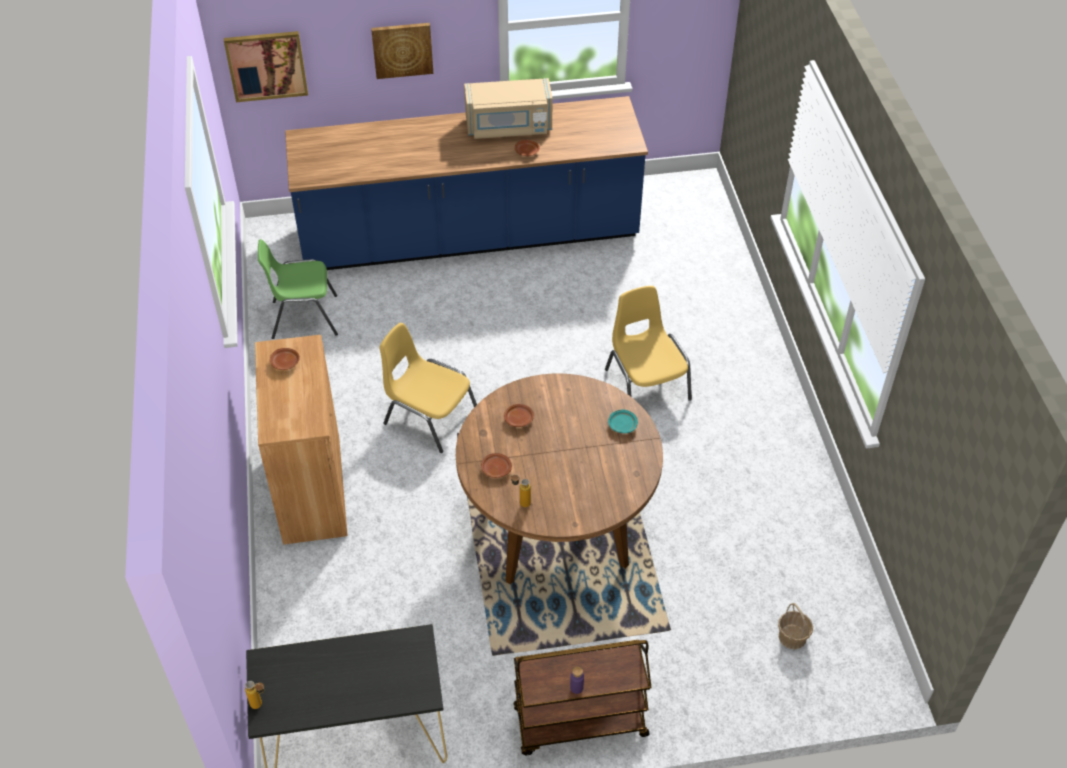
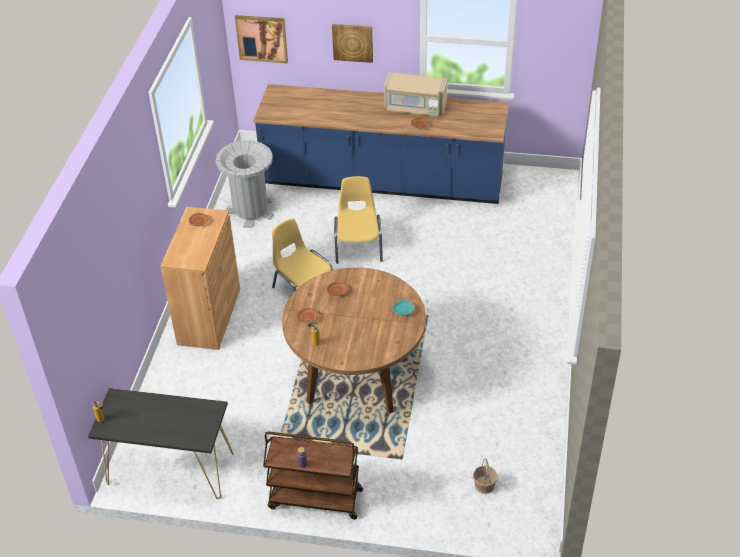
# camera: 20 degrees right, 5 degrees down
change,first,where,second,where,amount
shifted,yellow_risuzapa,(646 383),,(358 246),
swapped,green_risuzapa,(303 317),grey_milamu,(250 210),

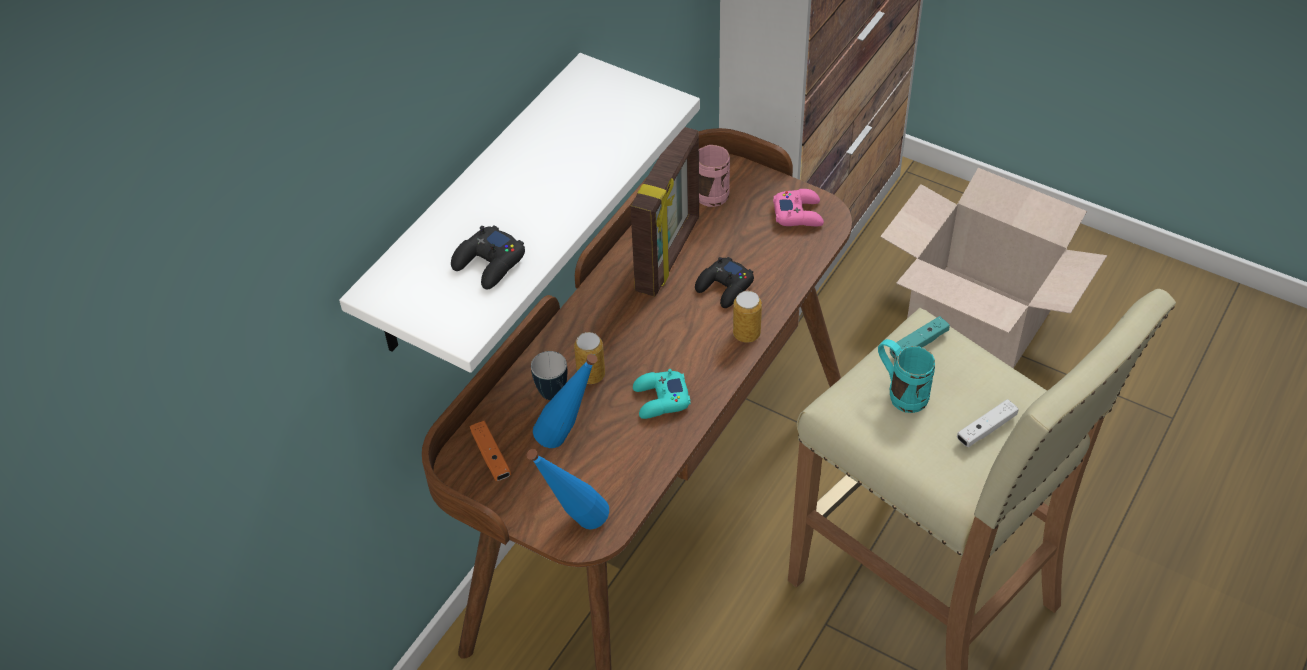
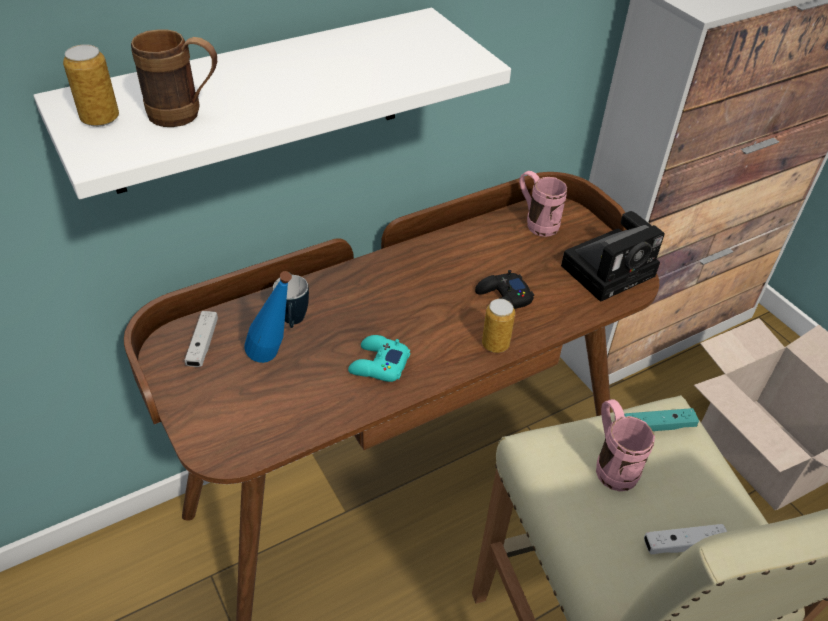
# camera: 25 degrees right, 5 degrees down
change,first,where,second,where,amount
gone,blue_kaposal,(574 525),,,
gone,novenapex,(669 255),,,
shifted,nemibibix,(591 375),,(100 119),
swapped,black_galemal,(489 263),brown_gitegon,(186 116),
swapped,pink_galemal,(798 213),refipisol,(610 269),
repainted,orange_galemal,(491 456),white_galemal,(203 344),
repainted,turquoise_gitegon,(900 392),pink_gitegon,(611 464),

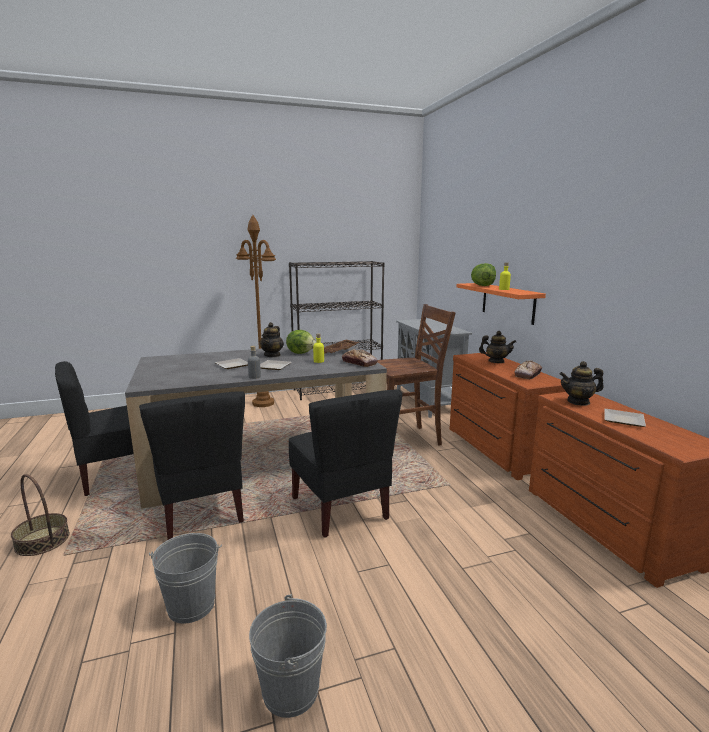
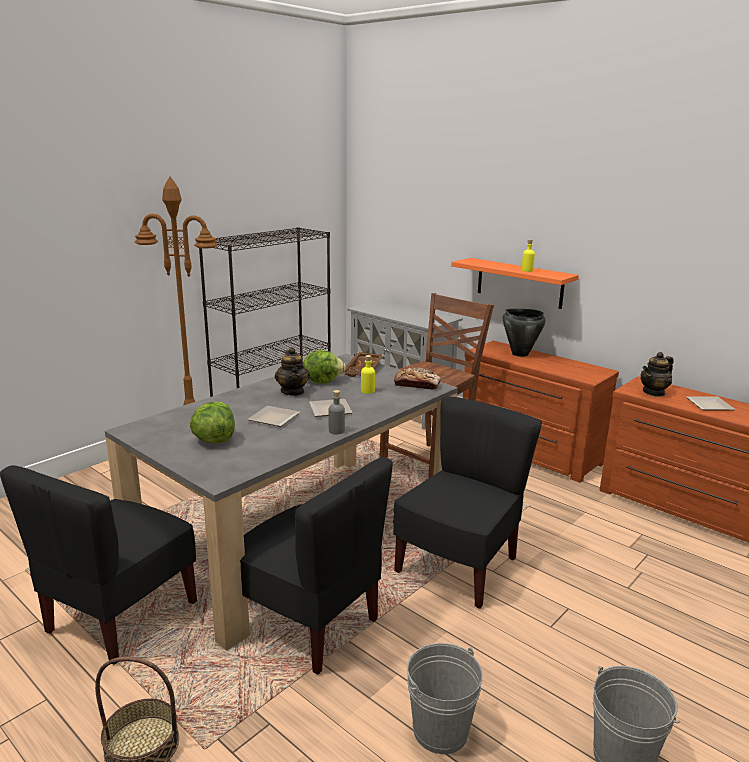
# camera: 30 degrees left, 5 degrees up
change,first,where,second,where,amount
gone,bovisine,(528 374),,,
shifted,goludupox,(482 286),,(214 440),
swapped,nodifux,(496 362),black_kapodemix,(519 354),
rotated,black_risuzapa,(341 508),,(459 566),90 degrees counterclockwise

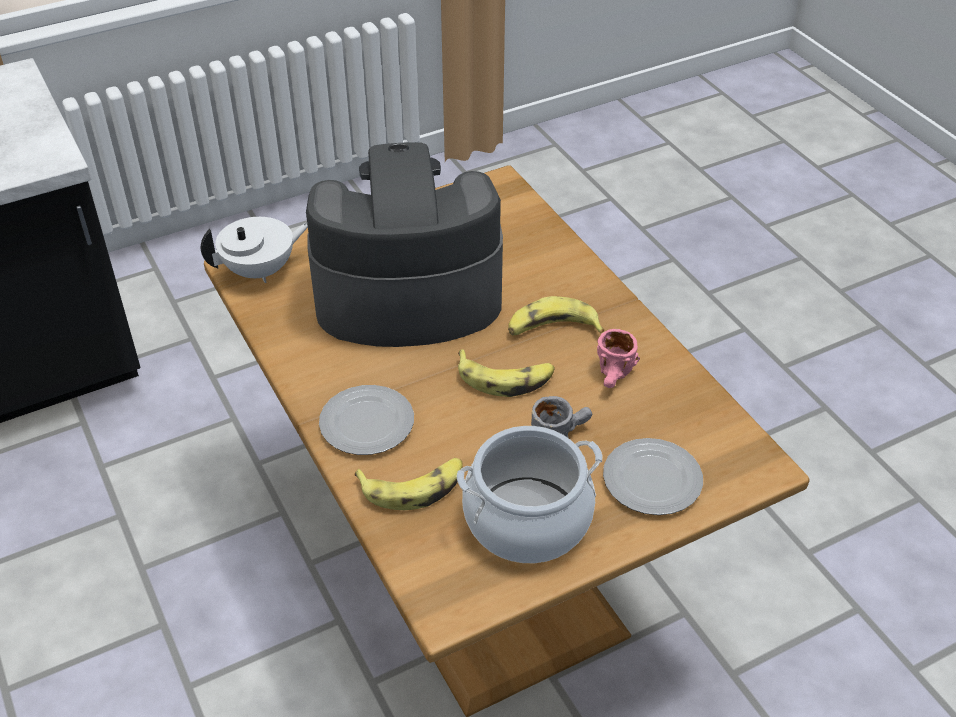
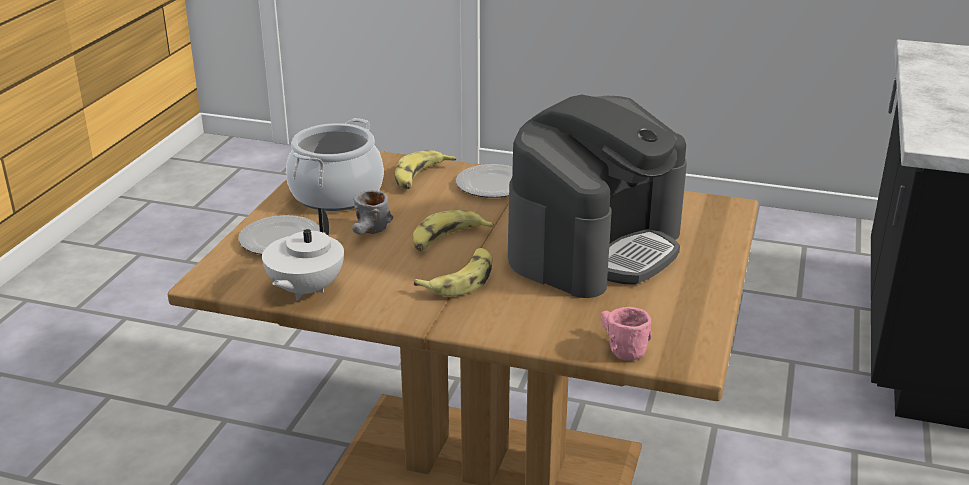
# camera: 135 degrees right, 15 degrees down
change,first,where,second,where,amount
shifted,white_nodifux,(261 271),,(304 290),
shifted,pink_gitegon,(615 378),,(618 347),

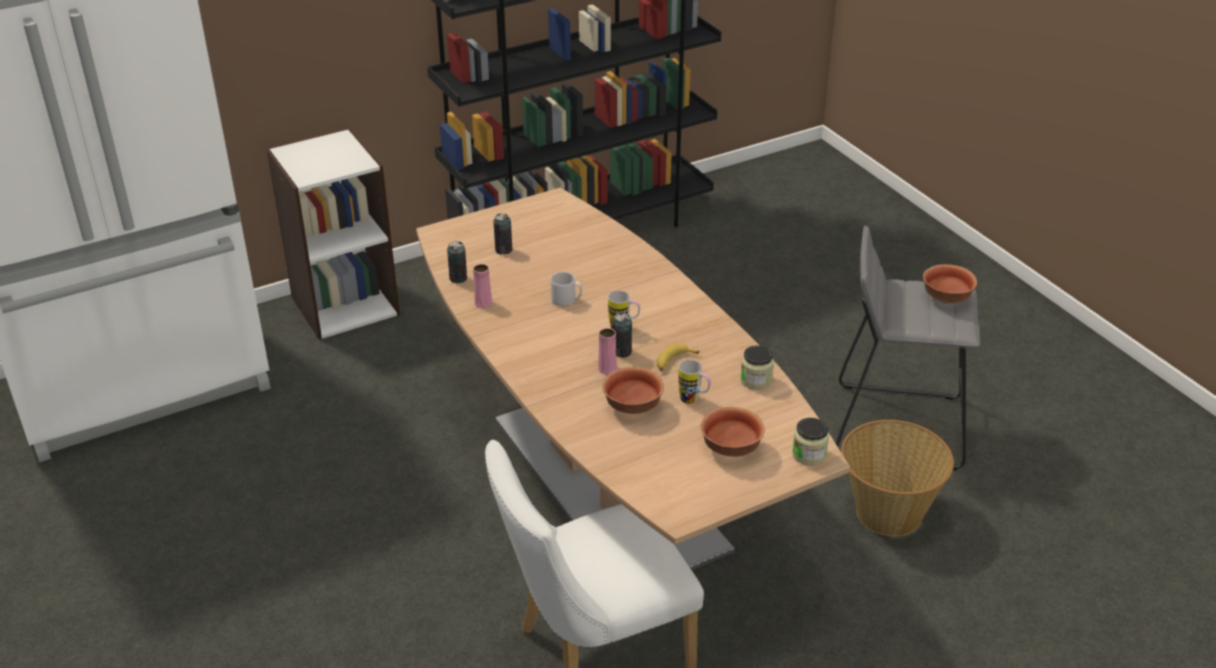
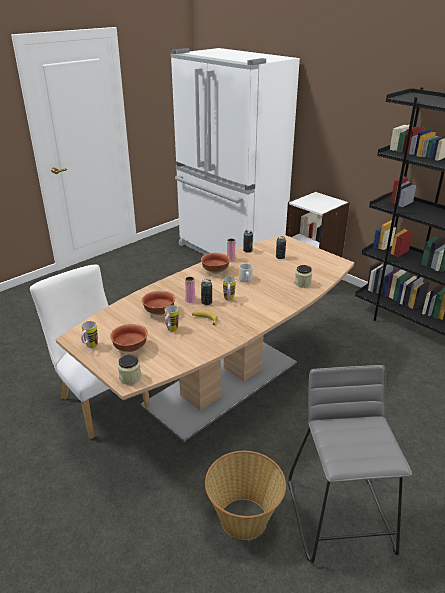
# camera: 75 degrees right, 5 degrees down
change,first,where,second,where,amount
new,,,gitegon,(90 347),
shifted,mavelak,(756 380),,(302 283),
shifted,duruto,(945 299),,(215 271),

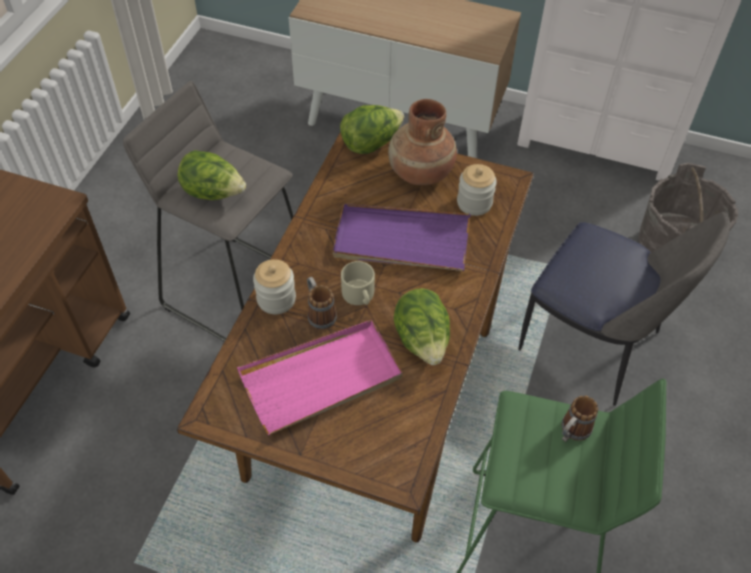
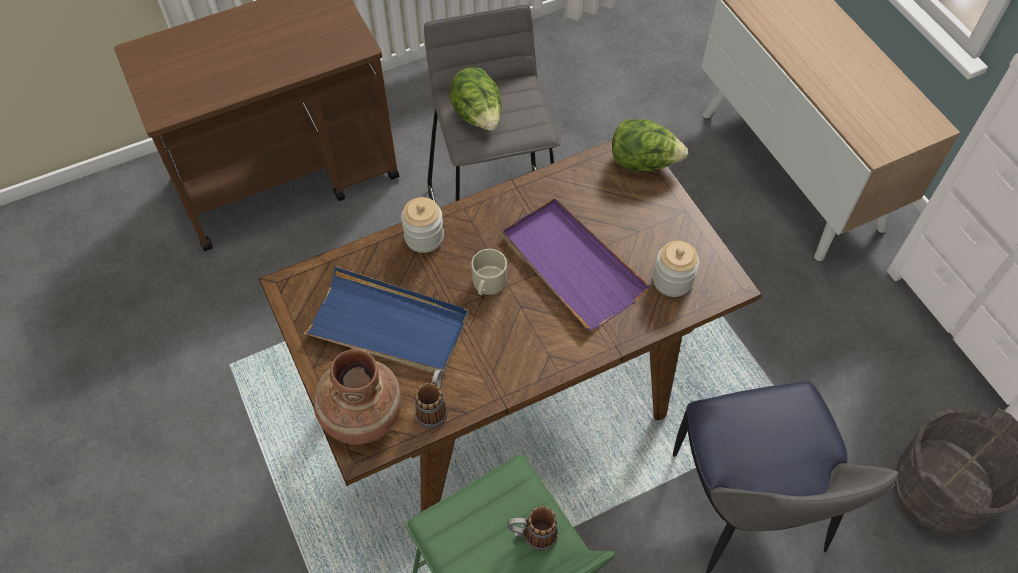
# camera: 45 degrees right, 5 degrees up
change,first,where,second,where,amount
gone,goludupox,(422 340),,,
shifted,gitegon,(319 313),,(434 407),
shifted,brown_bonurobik,(420 173),,(361 416),
repainted,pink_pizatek,(322 379),blue_pizatek,(388 325),

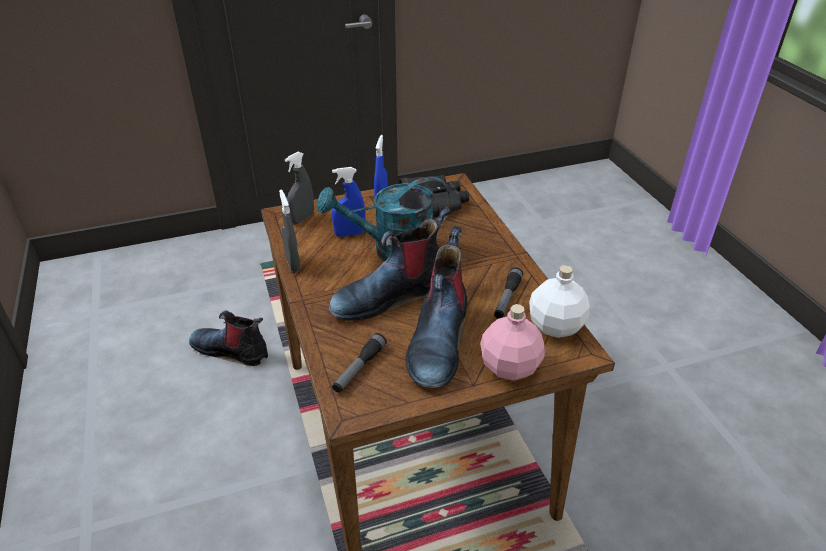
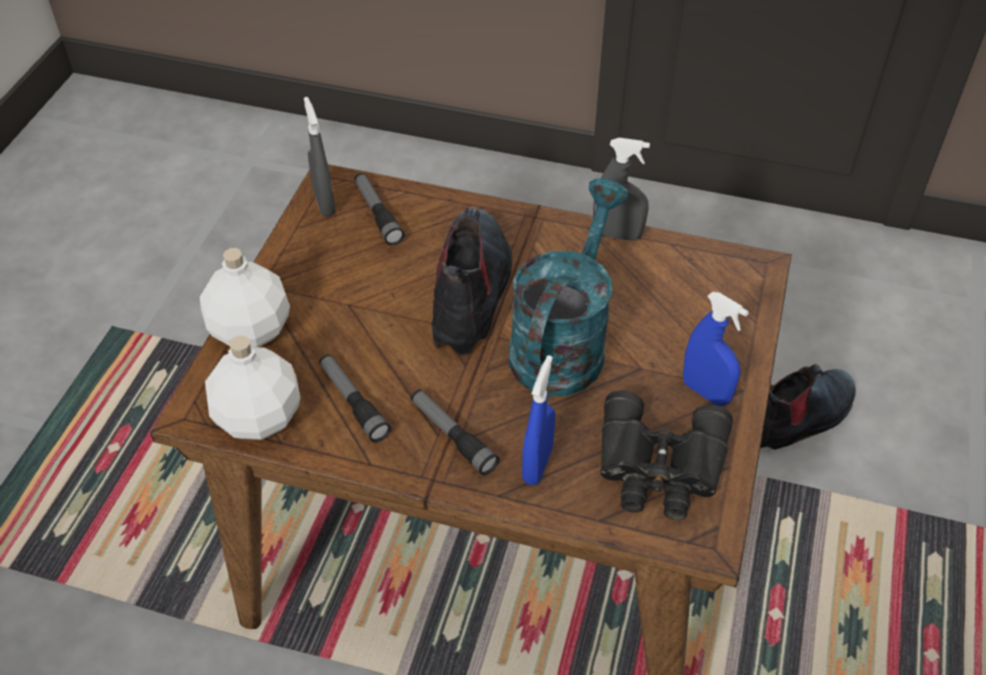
# camera: 125 degrees right, 10 degrees up
change,first,where,second,where,amount
gone,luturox,(438 340),,,
new,,,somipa,(452 436),
shifted,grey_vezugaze,(302 218),,(324 203),
shifted,blue_vezugaze,(350 233),,(537 465),
repainted,pink_kaposal,(510 367),white_kaposal,(250 329),

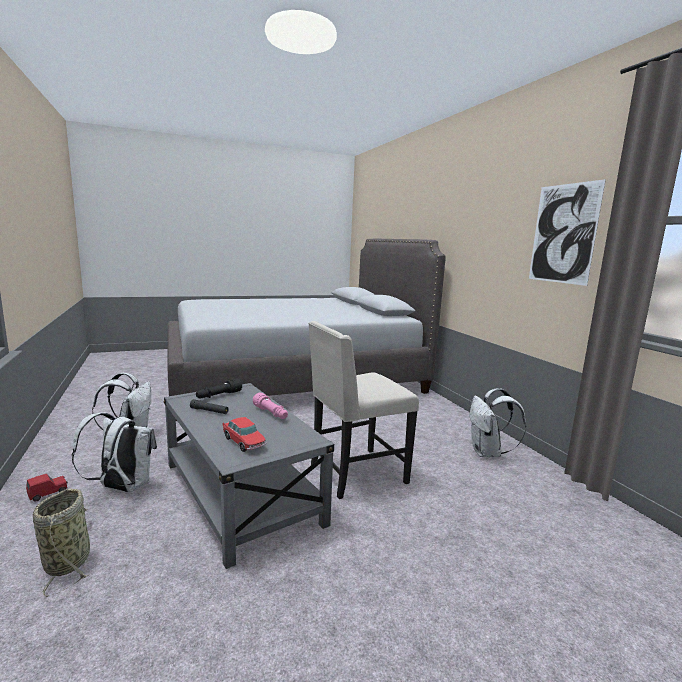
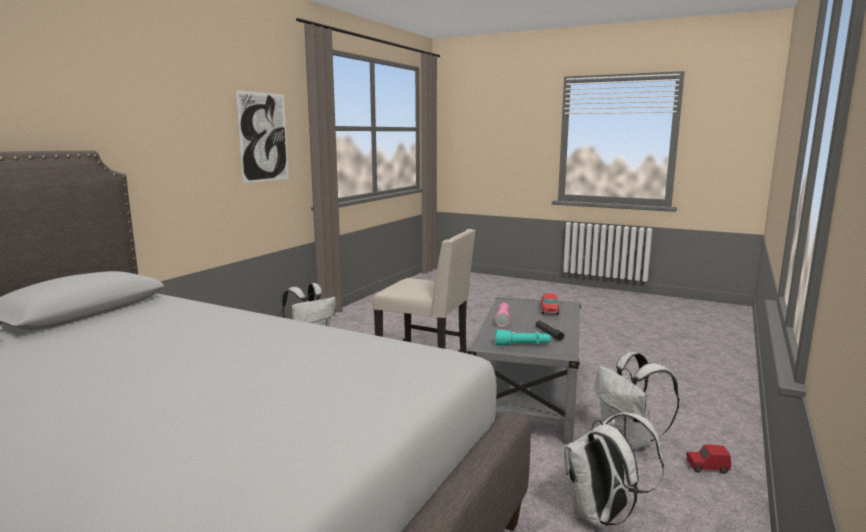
# camera: 130 degrees left, 0 degrees up
change,first,where,second,where,amount
gone,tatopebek,(69 560),,,
repainted,black_somipa,(218 395),turquoise_somipa,(522 345),

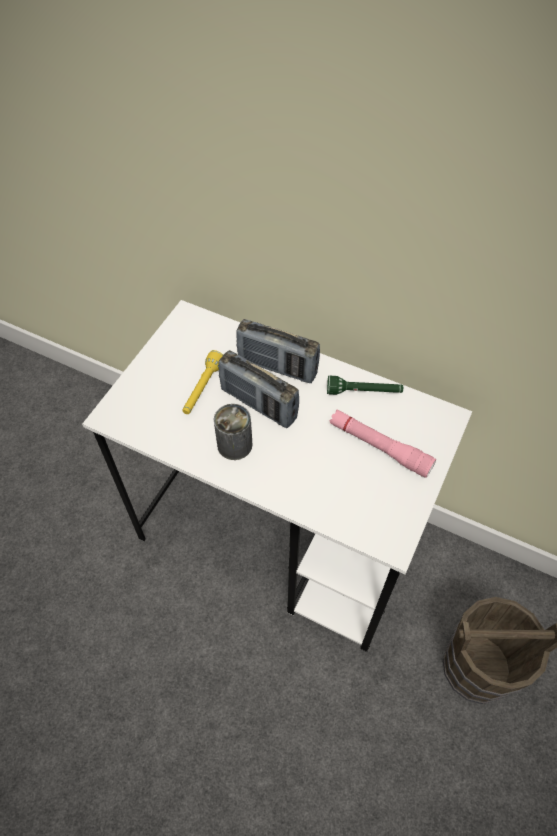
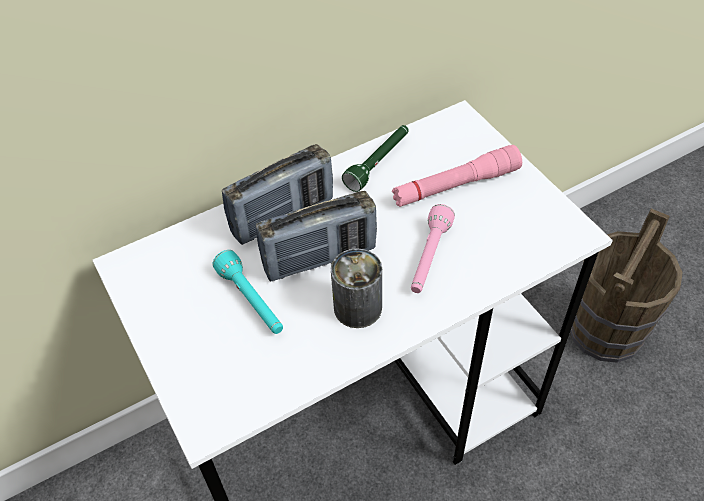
# camera: 55 degrees left, 5 degrees down
change,first,where,second,where,amount
new,,,pink_somipa,(429 258),
repainted,yellow_somipa,(203 389),turquoise_somipa,(252 301),

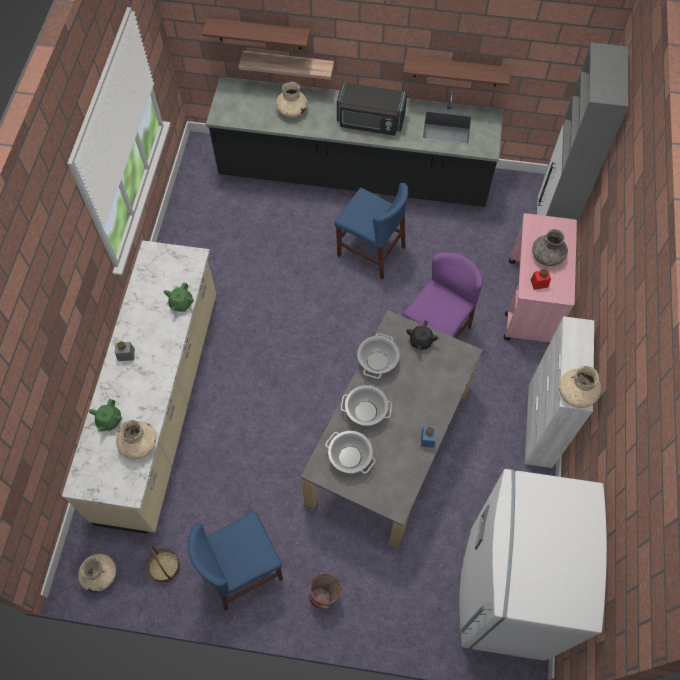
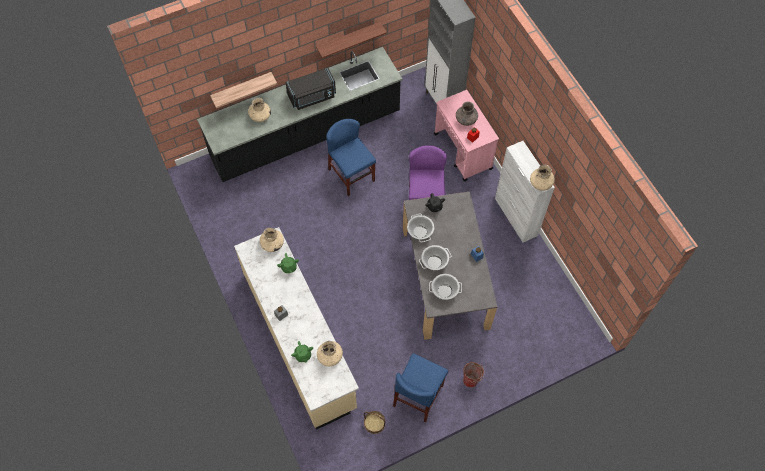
# camera: 35 degrees left, 0 degrees up
change,first,where,second,where,amount
gone,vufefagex,(259 34),,,
gone,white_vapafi,(504 591),,,
shifted,beige_bonurobik,(100 575),,(272 244),
rotated,blue_risuzapa,(371 251),,(351 175),120 degrees counterclockwise

